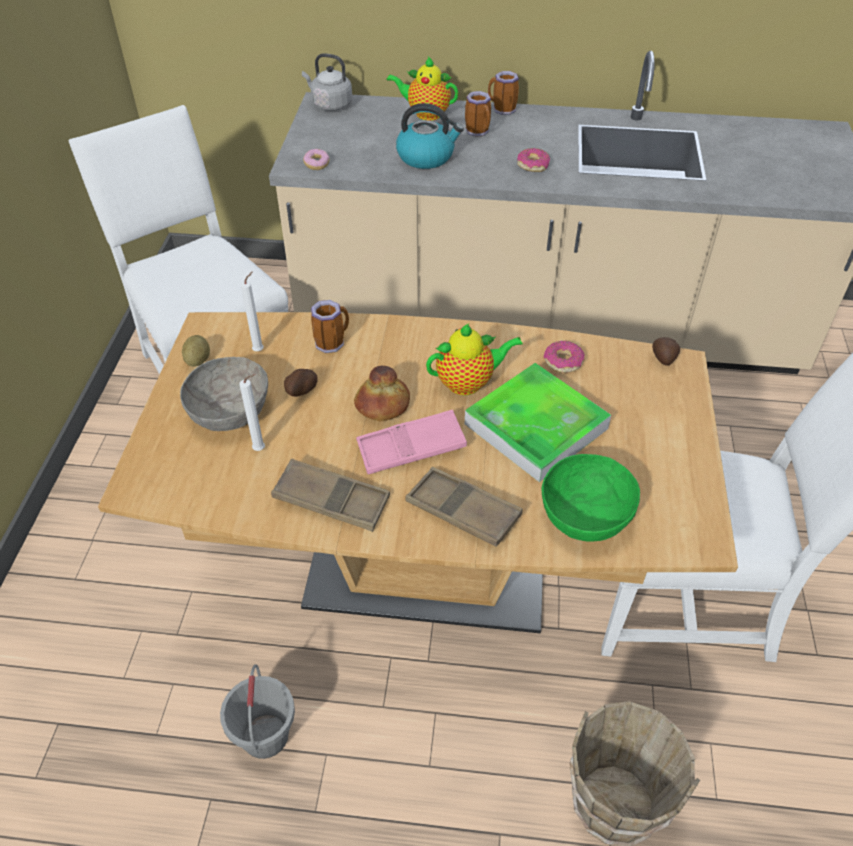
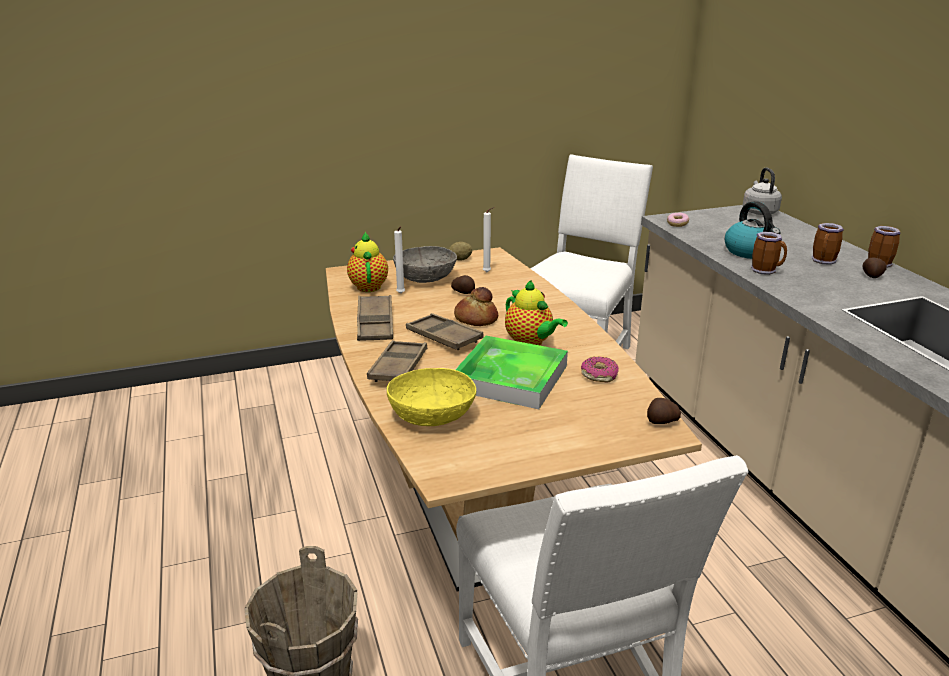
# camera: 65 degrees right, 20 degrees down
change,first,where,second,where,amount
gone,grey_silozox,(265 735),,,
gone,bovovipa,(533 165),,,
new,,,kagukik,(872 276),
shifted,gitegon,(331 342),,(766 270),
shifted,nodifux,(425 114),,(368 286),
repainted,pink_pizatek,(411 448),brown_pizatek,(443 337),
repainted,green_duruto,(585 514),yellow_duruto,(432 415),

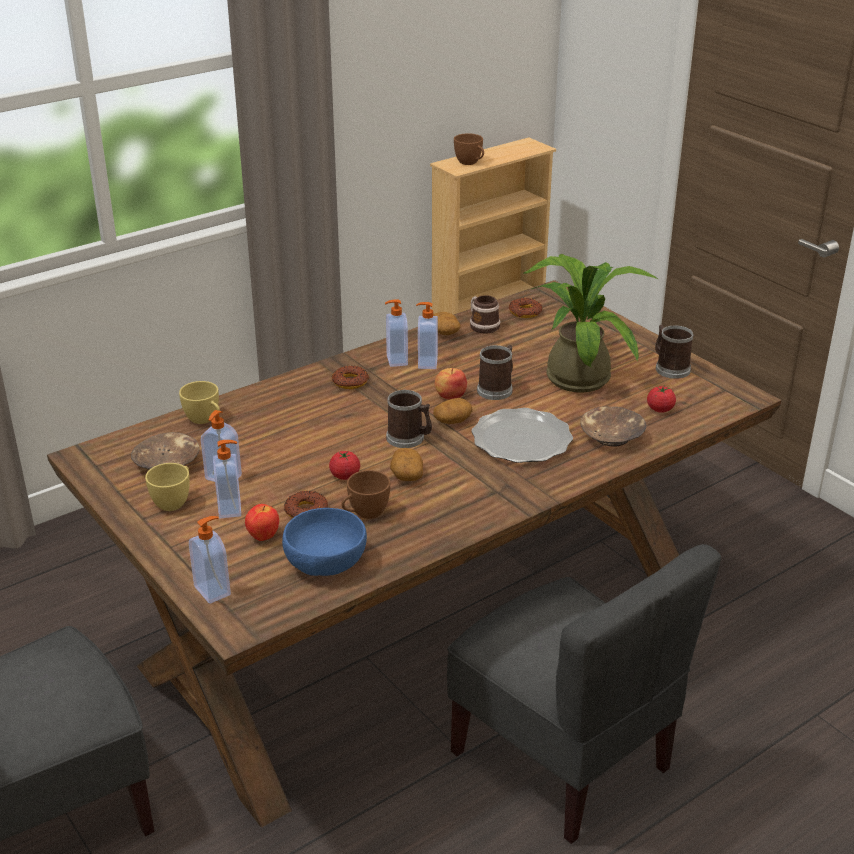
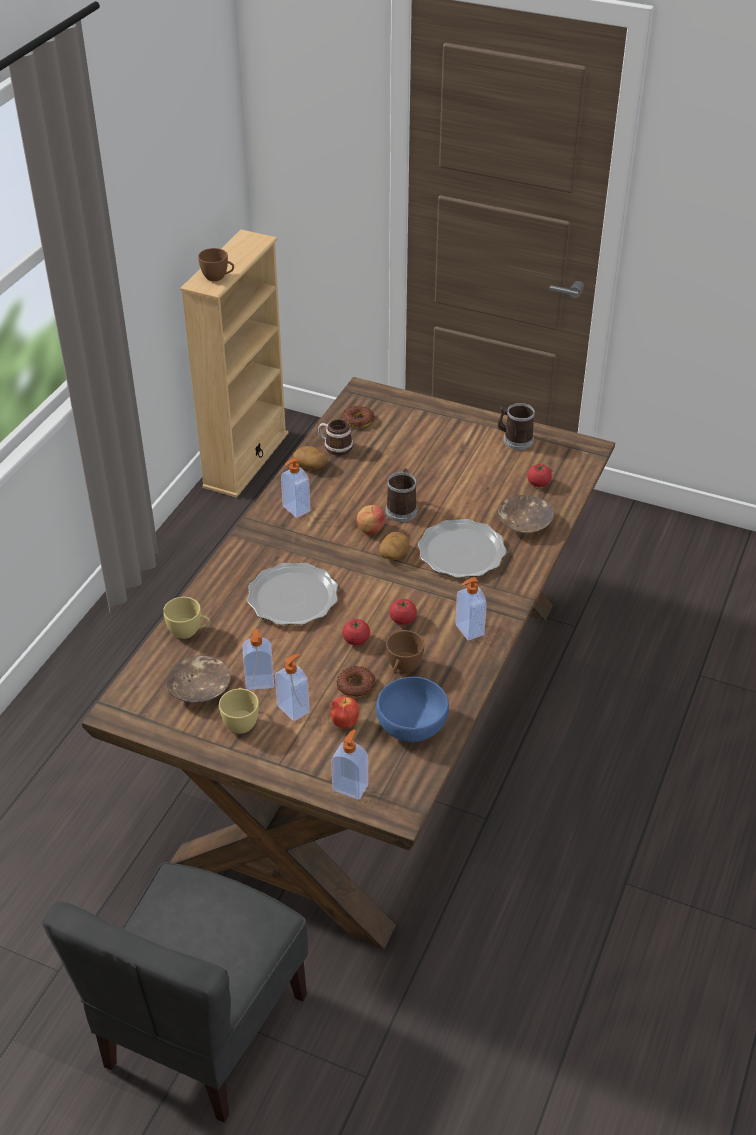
# camera: 30 degrees left, 10 degrees up
change,first,where,second,where,amount
gone,bovovipa,(350 382),,,
gone,gitegon,(409 438),,,
gone,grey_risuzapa,(563 759),,,
gone,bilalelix,(578 374),,,
new,,,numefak,(293 597),
shifted,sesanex,(426 363),,(468 630),
swapped,kagukik,(406 474),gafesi,(403 620),

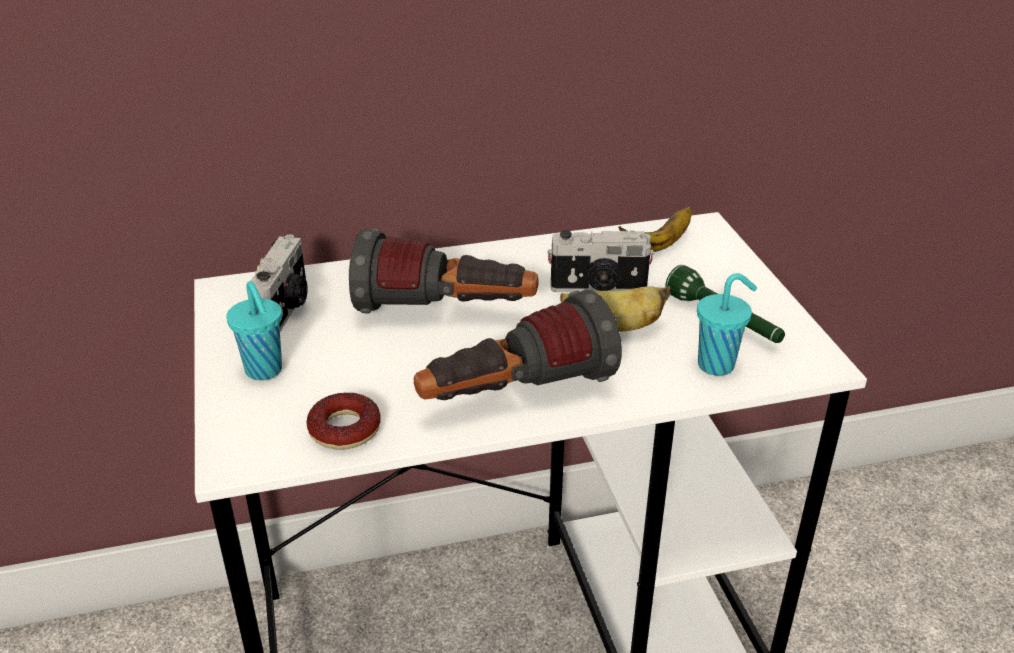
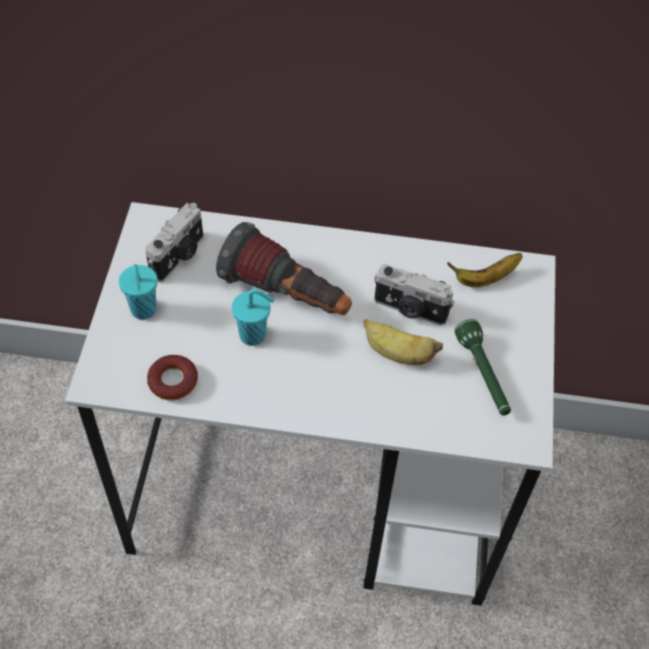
# camera: 20 degrees right, 20 degrees up
change,first,where,second,where,amount
gone,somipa,(515 396),,,
shifted,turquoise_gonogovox,(718 365),,(254 335),

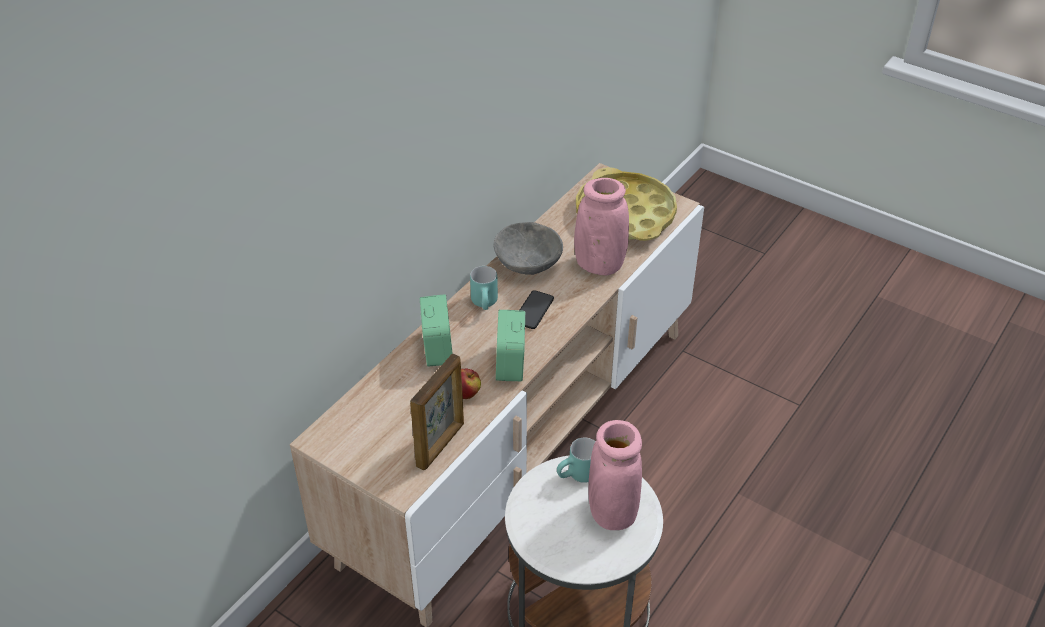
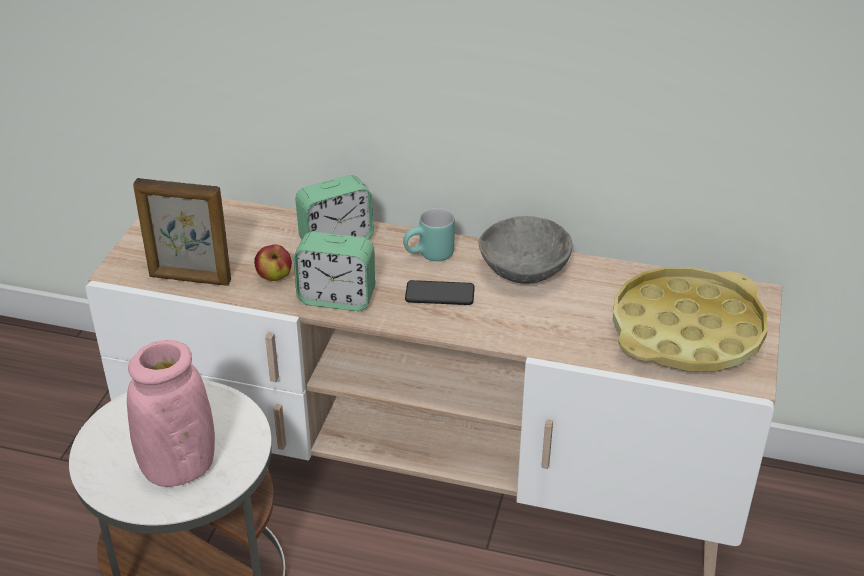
# camera: 70 degrees right, 5 degrees down
change,first,where,second,where,amount
gone,turquoise_gitegon,(578 477),,,
gone,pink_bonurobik,(599 265),,,
rotated,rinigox,(510 364),,(337 298),150 degrees counterclockwise

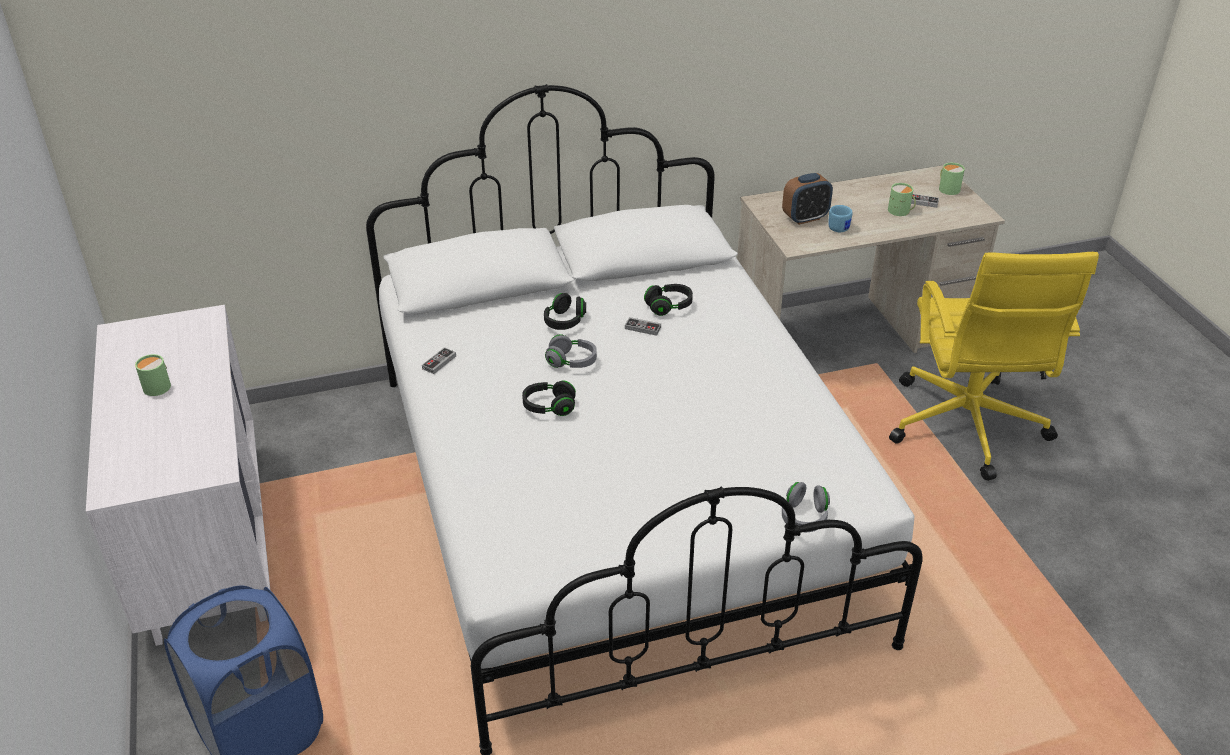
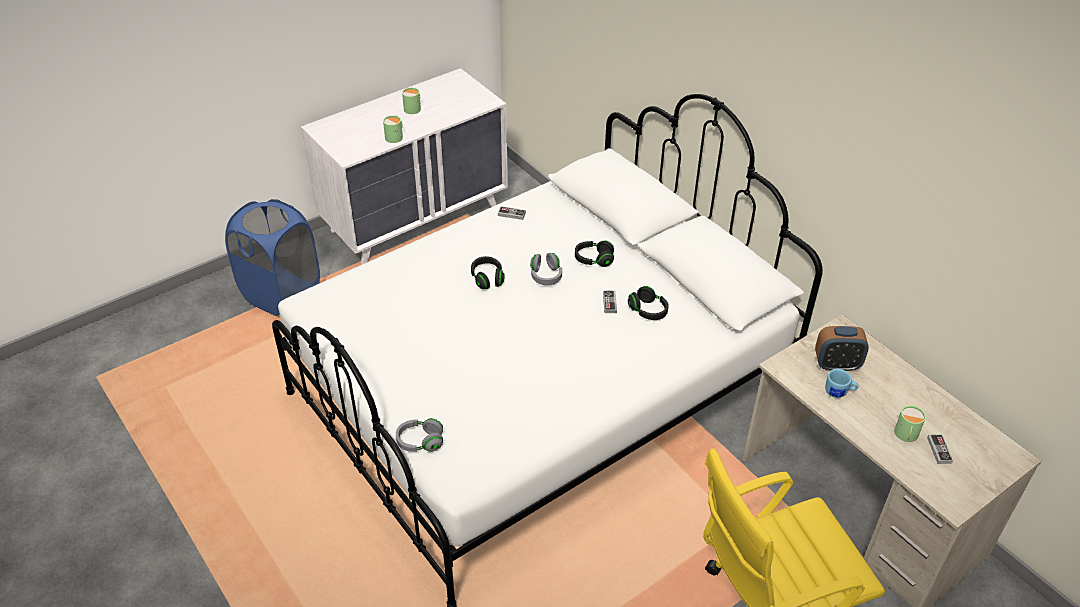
# camera: 70 degrees right, 5 degrees up
change,first,where,second,where,amount
shifted,green_gitegon,(948 188),,(395 137),
rotated,rinigox,(805 218),,(836 364),45 degrees counterclockwise

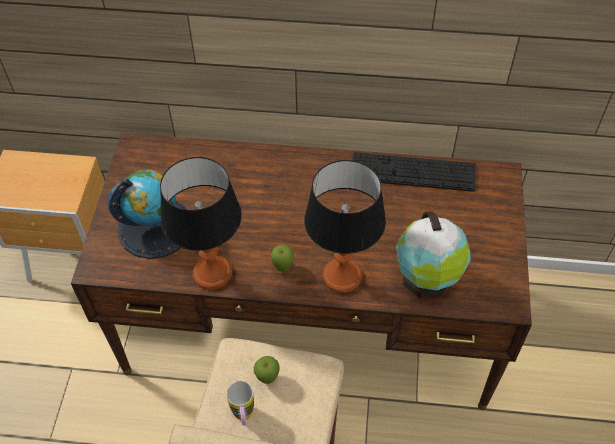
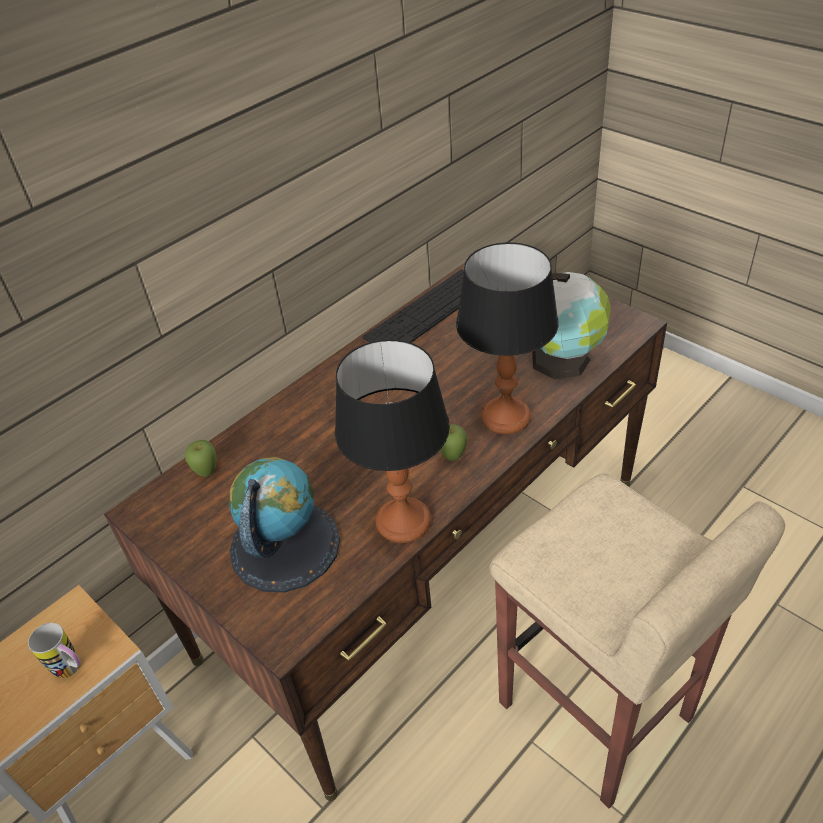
# camera: 50 degrees left, 10 degrees down
change,first,where,second,where,amount
shifted,gitegon,(244 417),,(73 671),
shifted,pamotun,(267 378),,(207 473),

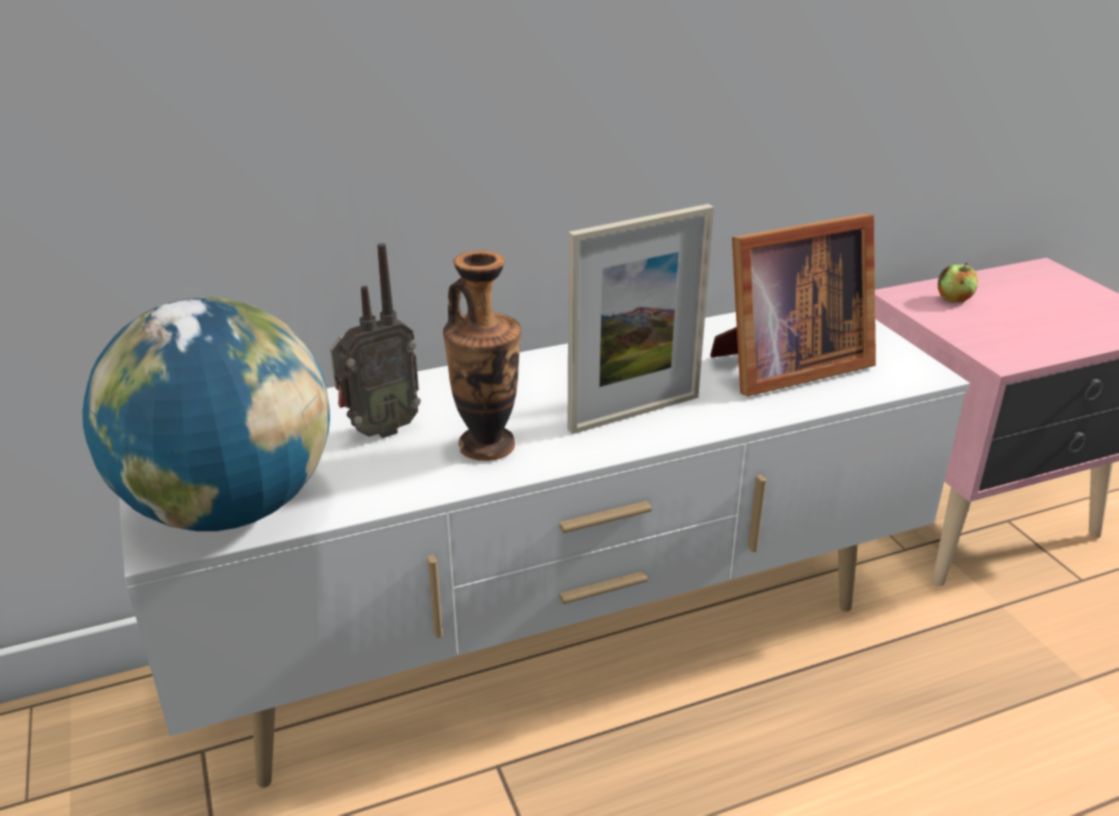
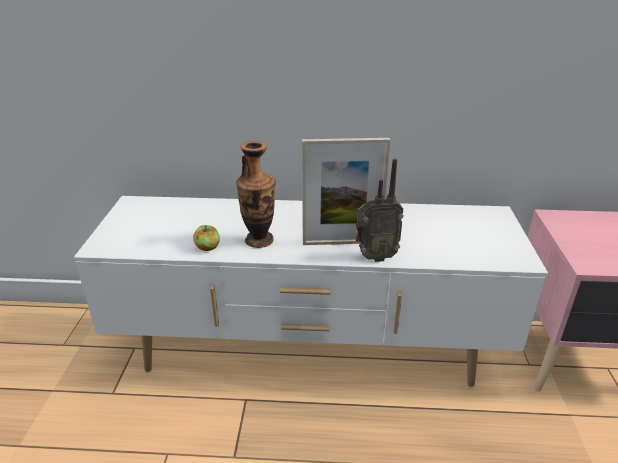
# camera: 25 degrees right, 0 degrees up
change,first,where,second,where,amount
gone,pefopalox,(230 507),,,
gone,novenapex,(784 367),,,
shifted,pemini,(378 430),,(374 256),
shifted,pamotun,(954 299),,(207 248),

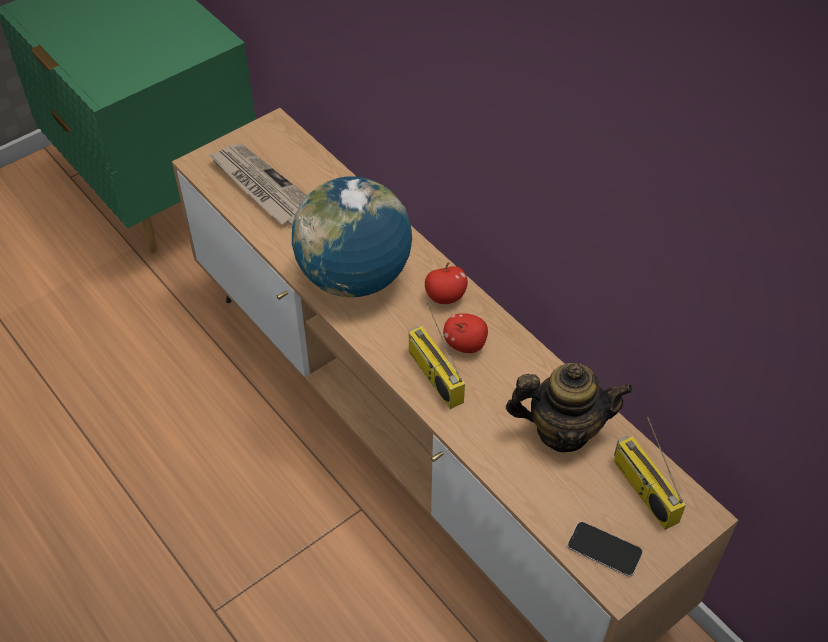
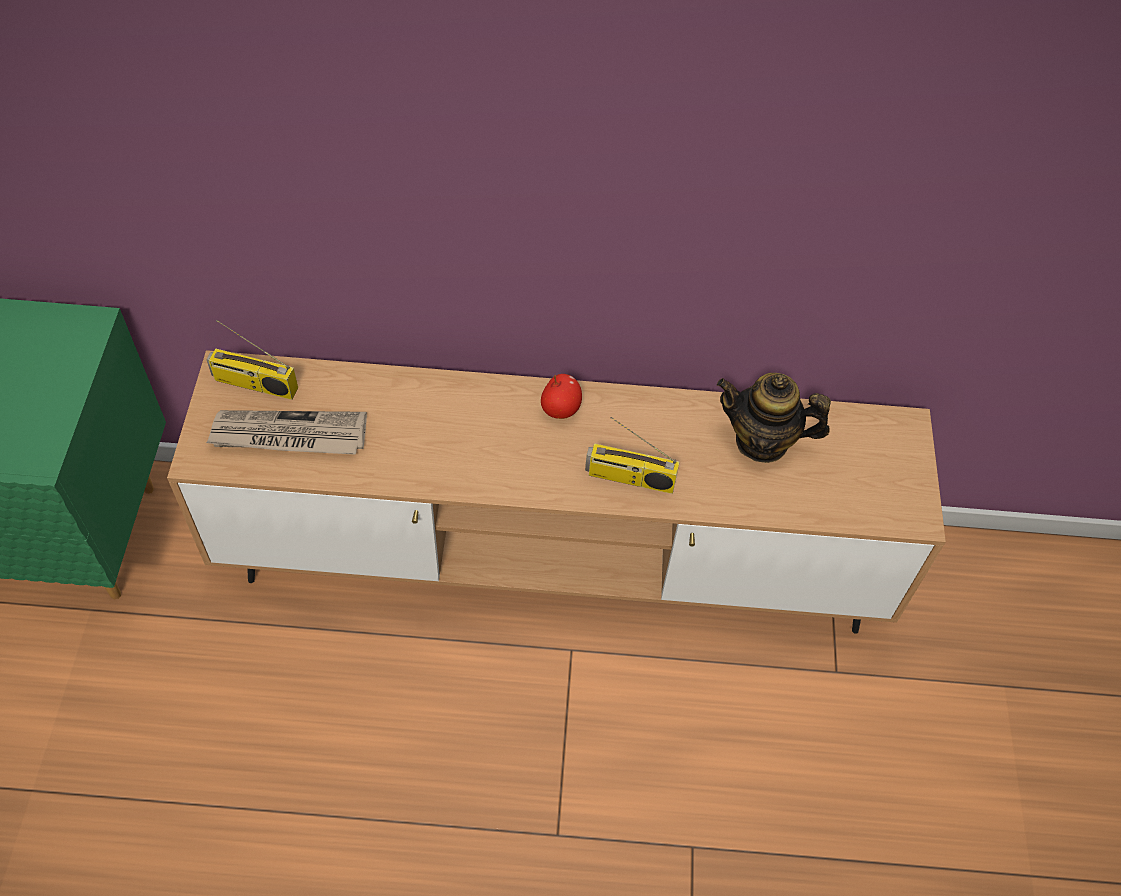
# camera: 50 degrees left, 5 degrees up
change,first,where,second,where,amount
gone,pefopalox,(354 277),,,
gone,pamotun,(465 344),,,
gone,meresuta,(604 549),,,
shifted,pemini,(643 490),,(254 384),
rotated,nodifux,(563 430),,(762 441),120 degrees counterclockwise

